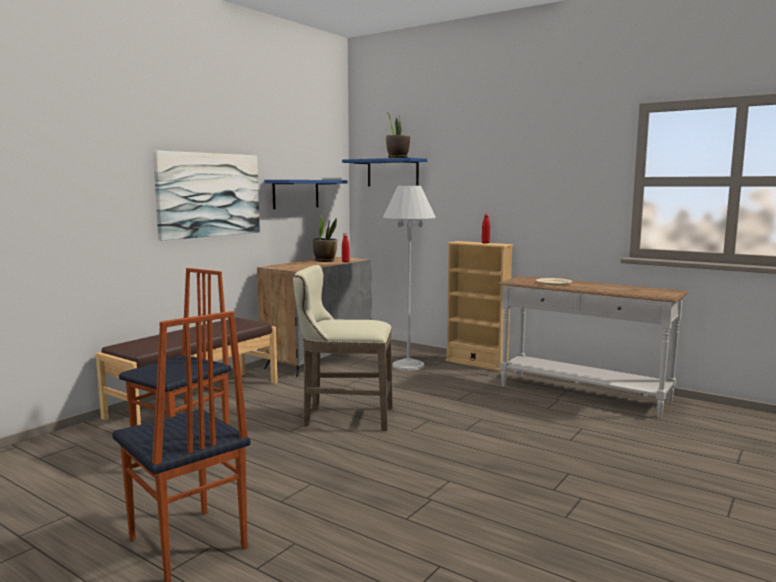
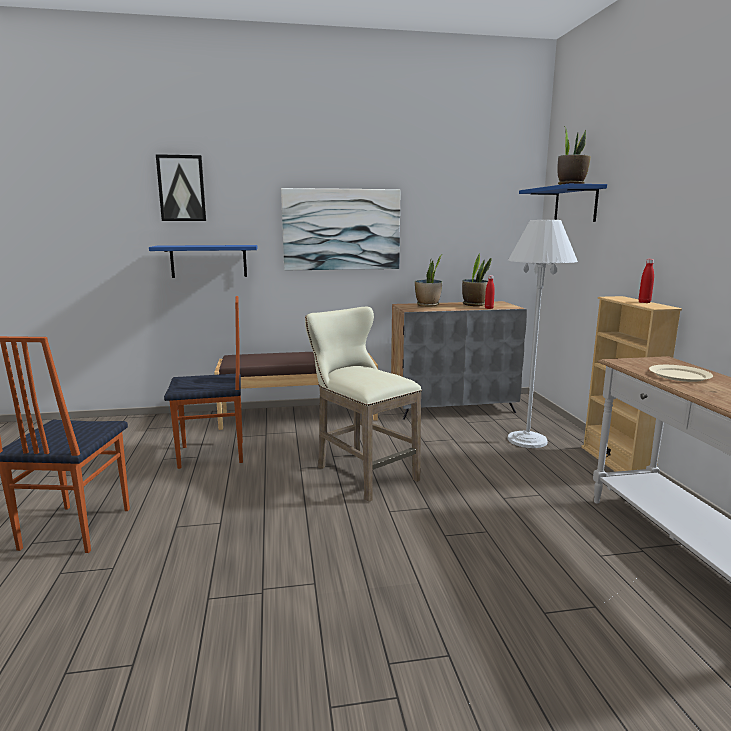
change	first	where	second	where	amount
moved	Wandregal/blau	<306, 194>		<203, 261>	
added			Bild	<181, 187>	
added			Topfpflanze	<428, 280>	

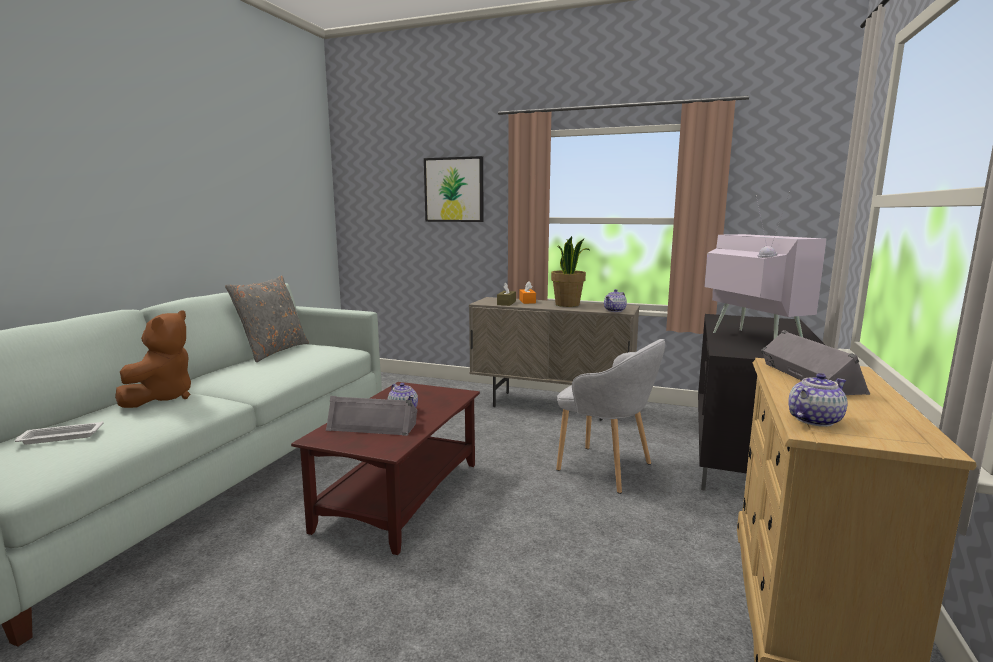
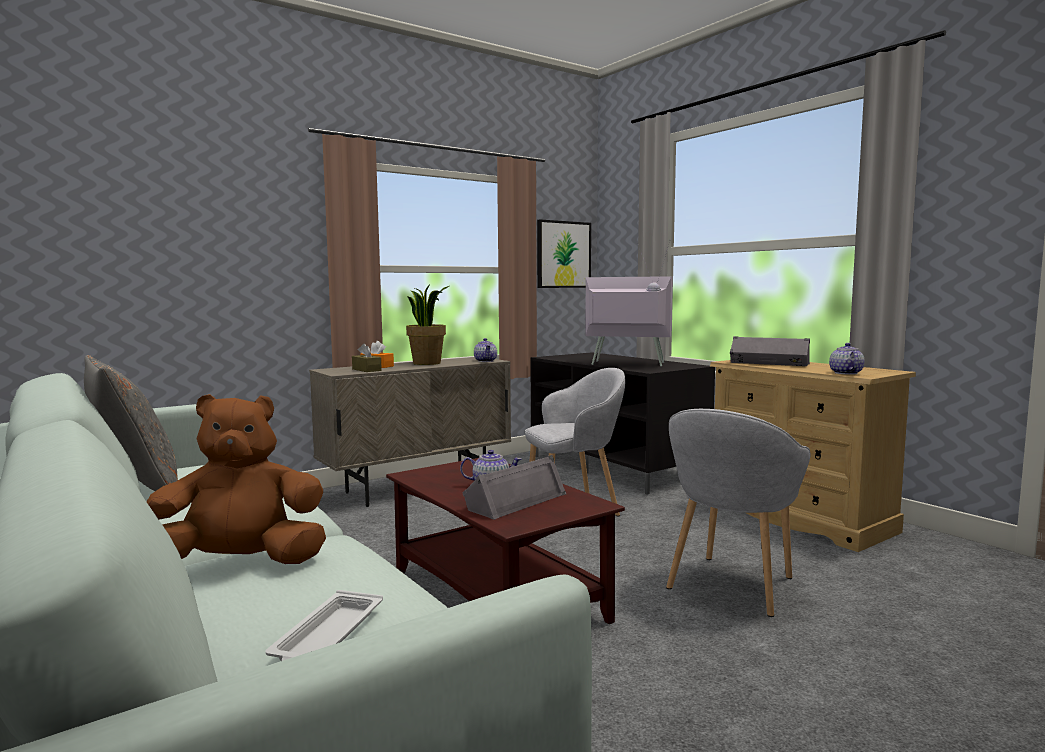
change	first	where	second	where	amount
moved	Bild	<454, 189>		<564, 253>	
turned	Plüschtier/braun	<153, 359>		<236, 479>	60 degrees counterclockwise
added			Sessel/grau	<738, 513>	

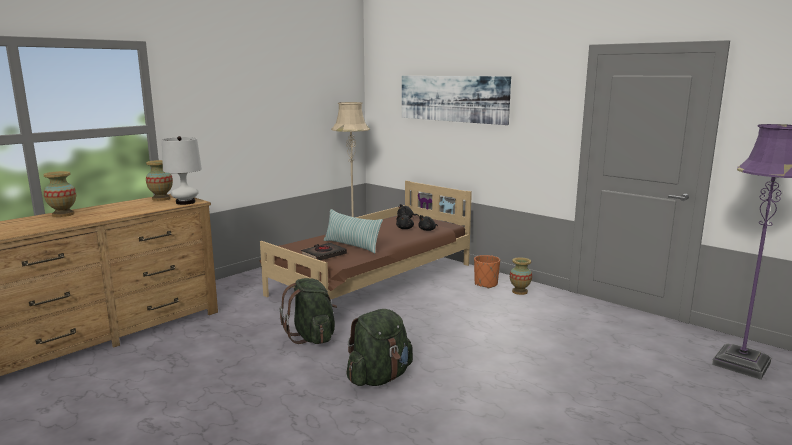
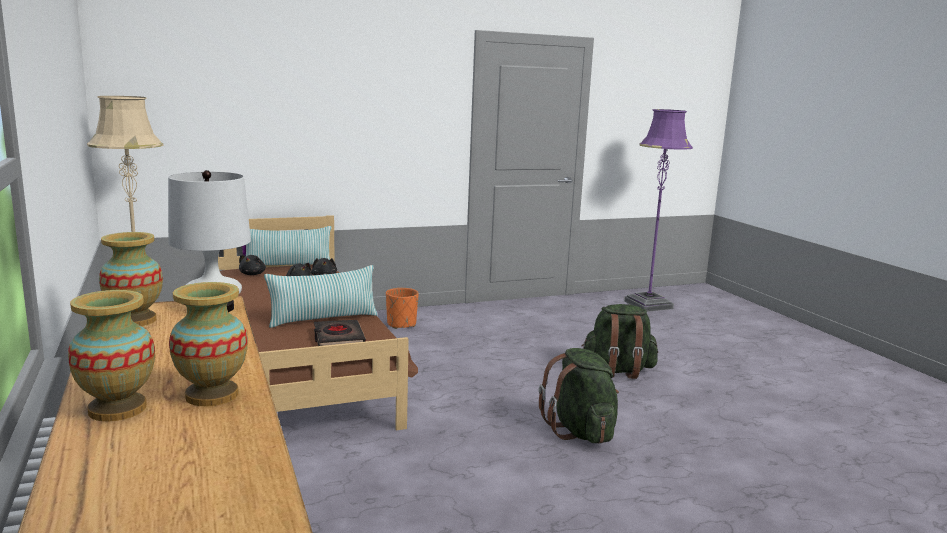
change	first	where	second	where	amount
removed	Bild	<456, 100>			
moved	Vase	<521, 276>		<208, 344>	
moved	Rucksack/grün	<308, 311>		<620, 341>	
added			Kissen	<288, 245>	

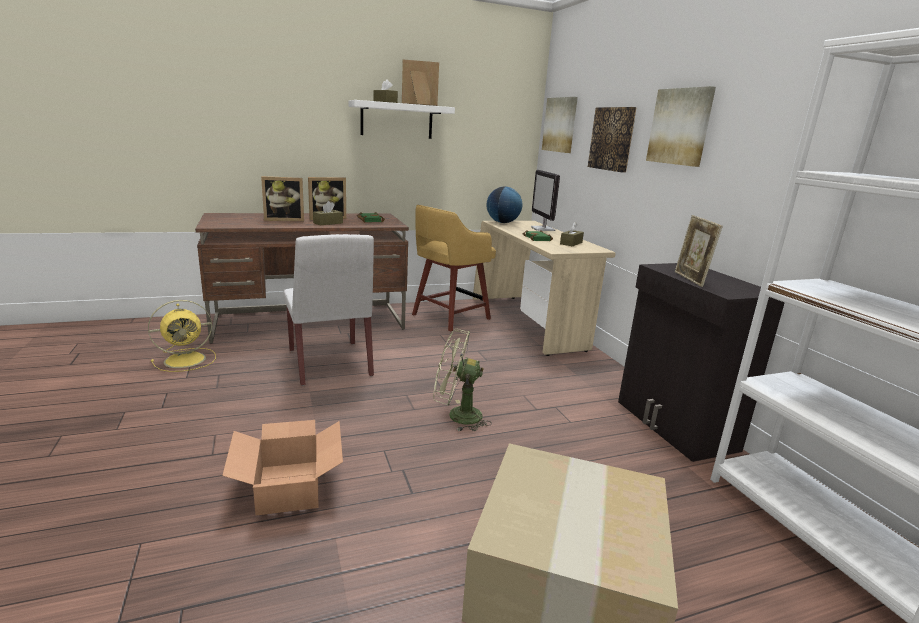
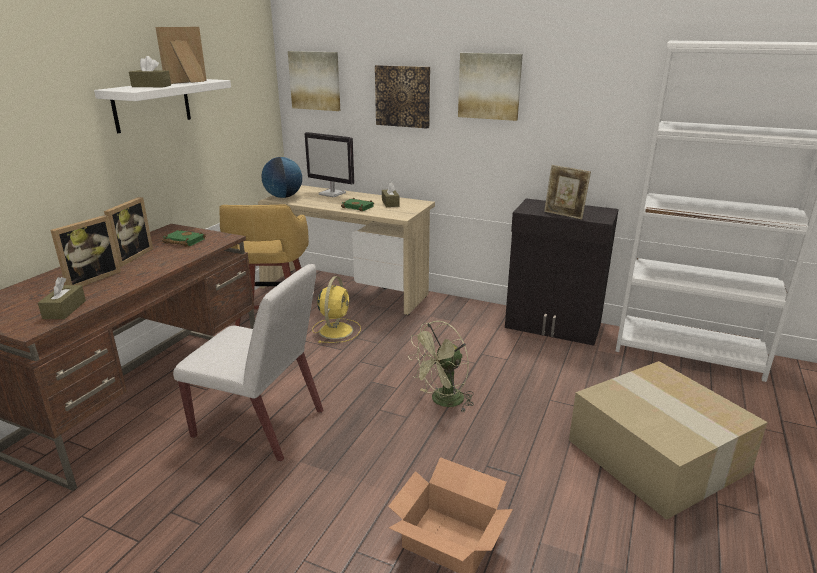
change	first	where	second	where	amount
moved	Taschentuchbox/braun	<328, 213>		<62, 298>	
moved	Ventilator/gelb	<182, 336>		<336, 309>	

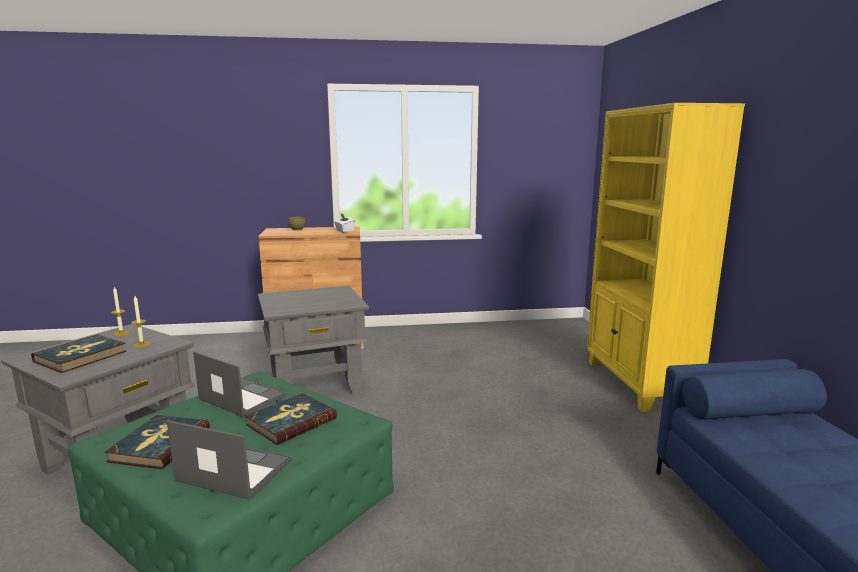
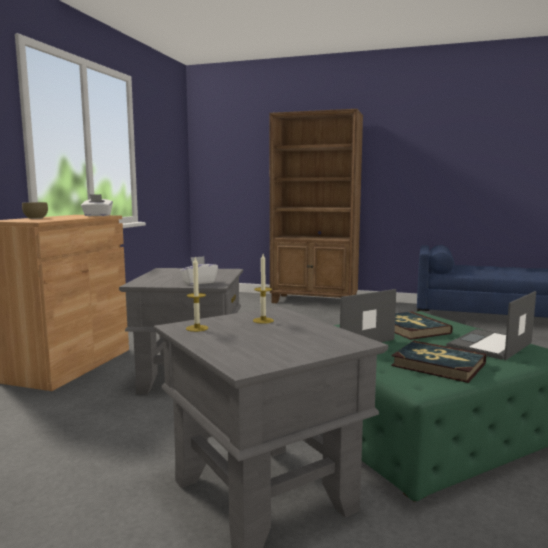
change	first	where	second	where	amount
recoloured	Bücherregal/gelb	<666, 257>	Bücherregal/braun	<316, 206>	
removed	Buch	<79, 353>			
added			Taschentuchbox/weiß	<199, 270>	

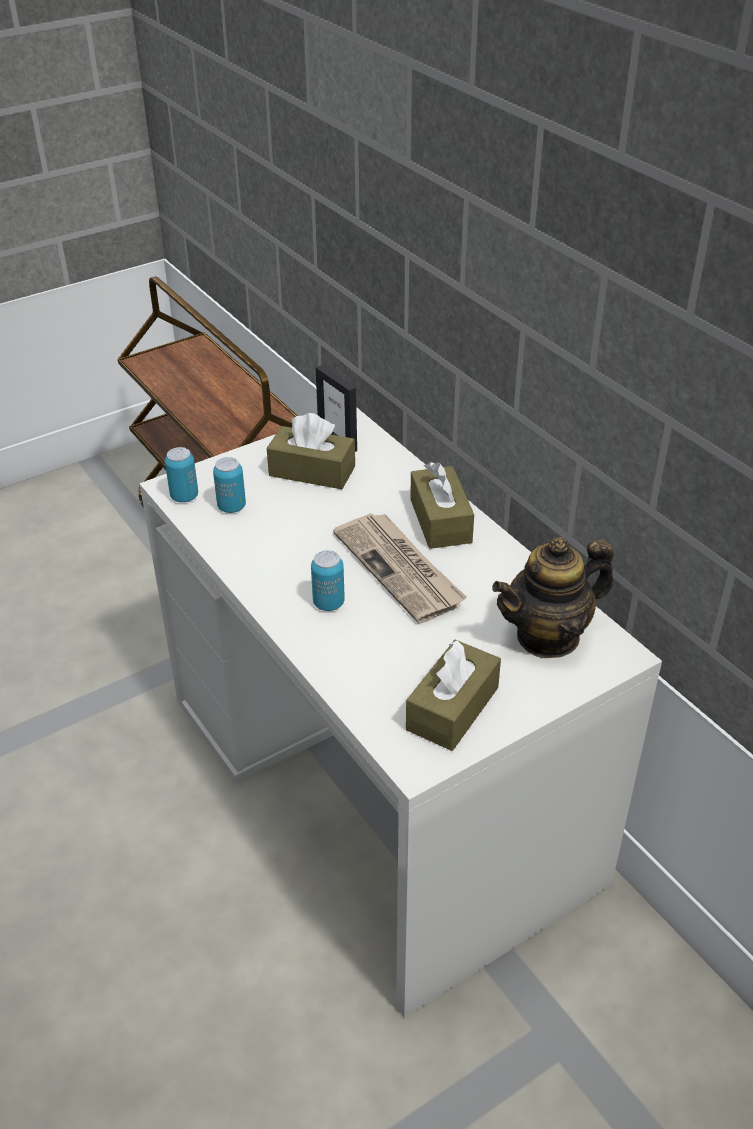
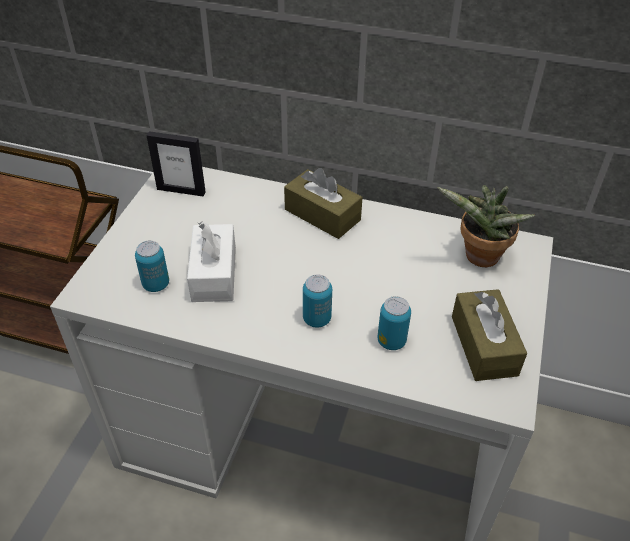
change	first	where	second	where	amount
removed	Taschentuchbox/braun	<311, 451>			
moved	Dose	<181, 474>		<394, 323>	
removed	Zeitung	<400, 569>			
replaced	Teekanne	<553, 597>	Topfpflanze	<486, 226>	
added			Taschentuchbox/weiß	<211, 262>	

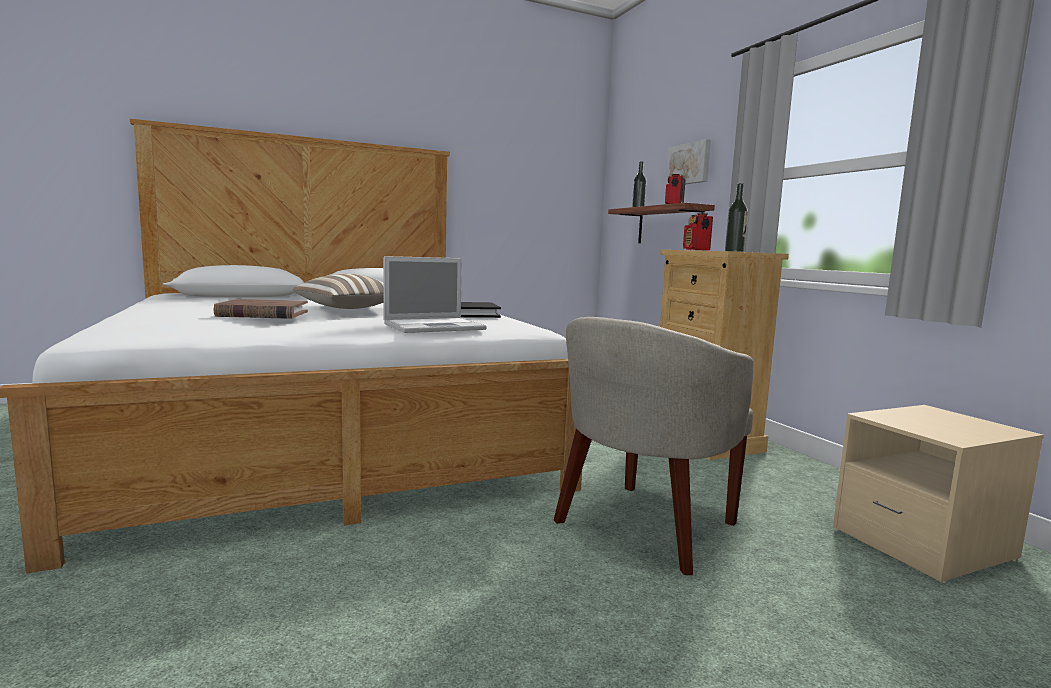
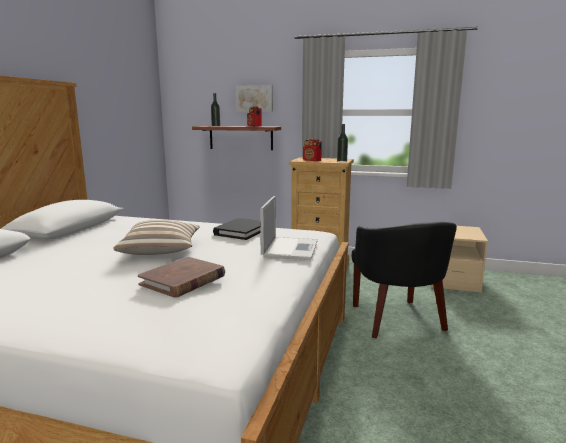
change	first	where	second	where	amount
recoloured	Sessel/beige	<654, 446>	Sessel/schwarz	<404, 280>	

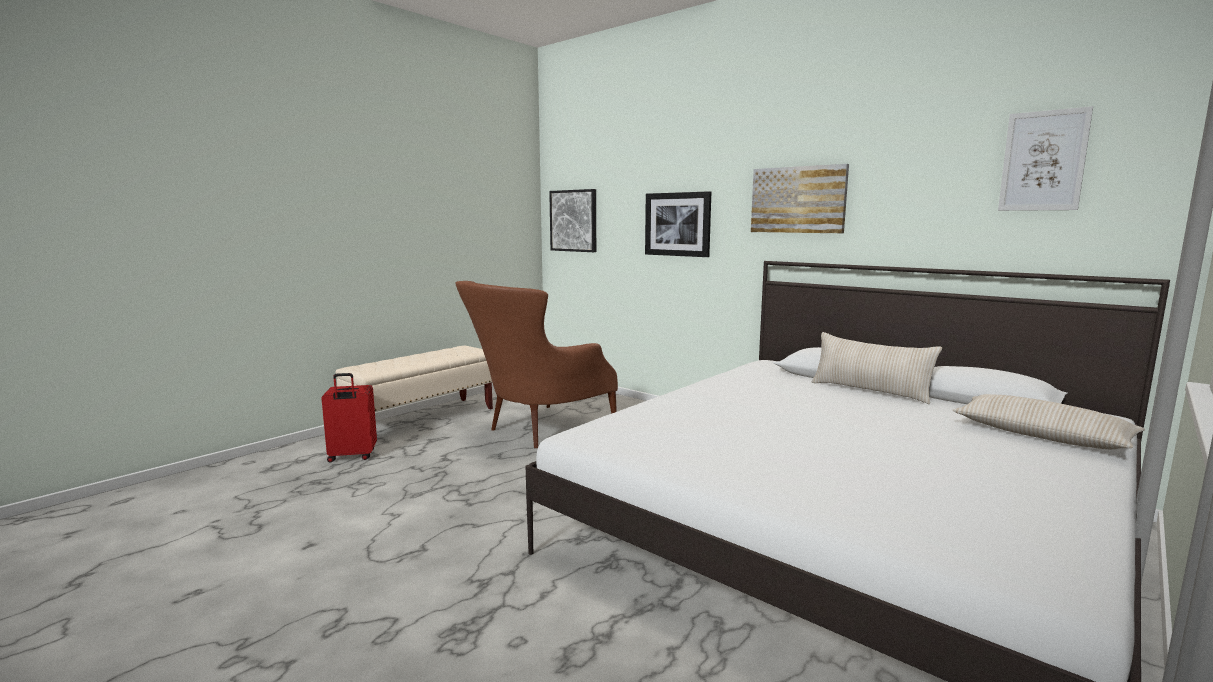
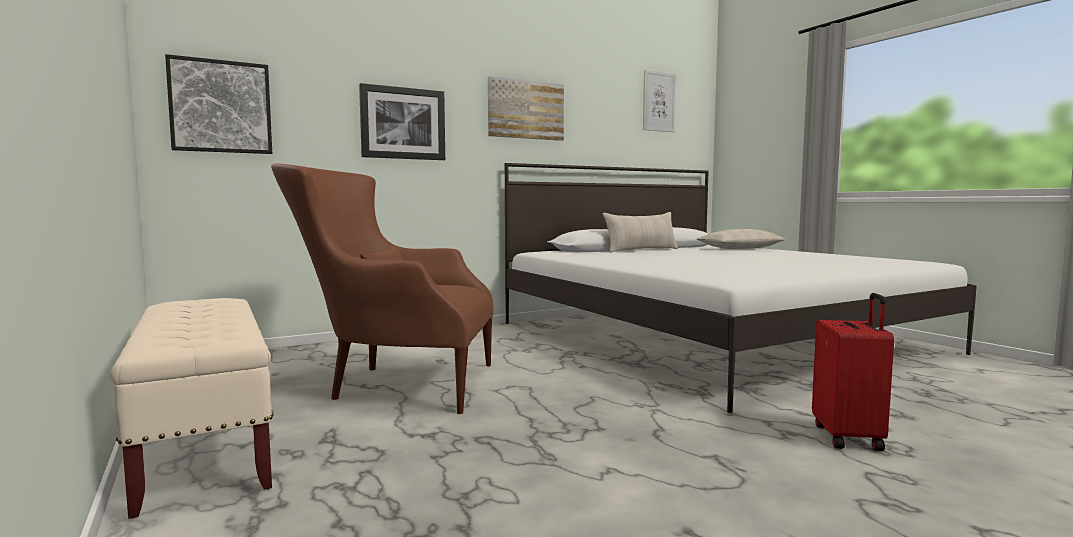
change	first	where	second	where	amount
turned	Sessel/braun	<537, 364>		<382, 288>	120 degrees clockwise
moved	Koffer/rot	<349, 418>		<853, 372>	

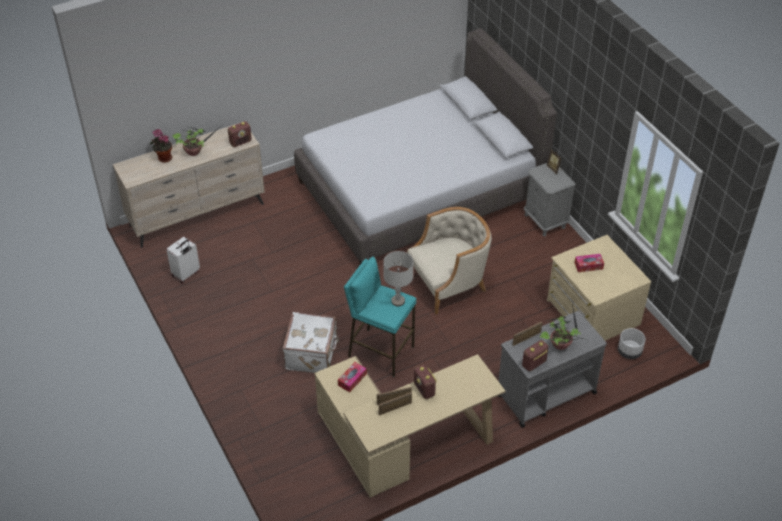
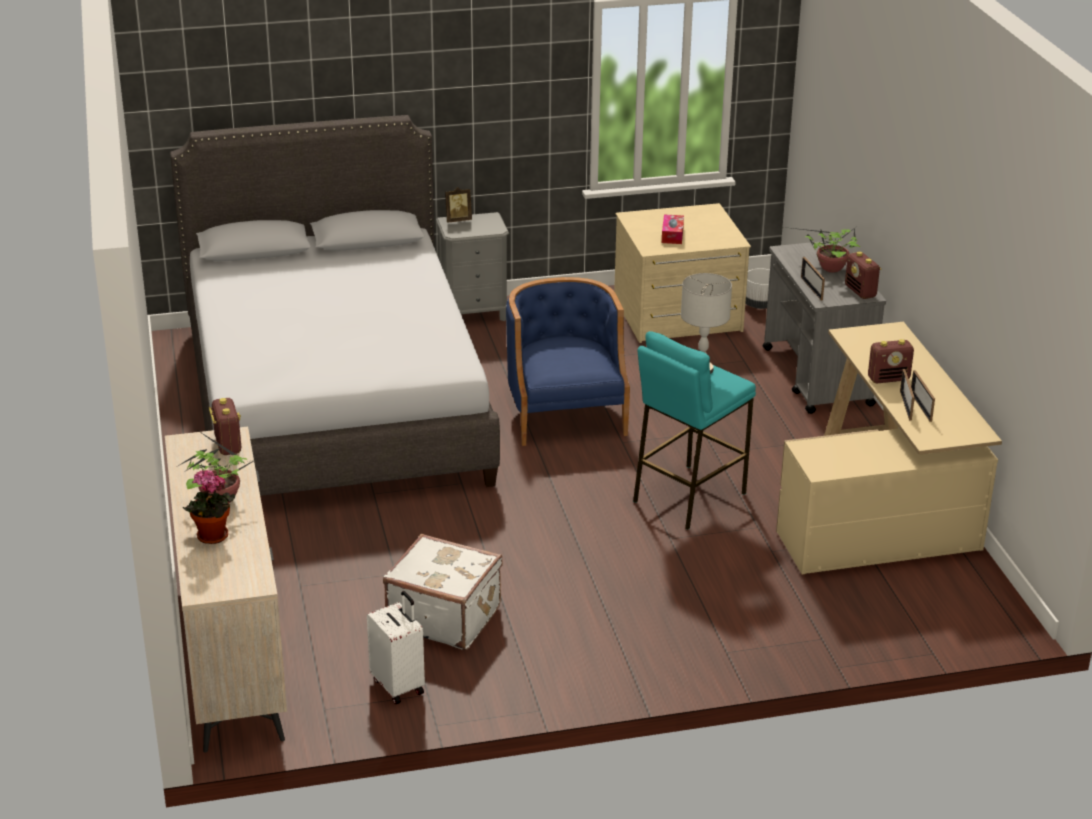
change	first	where	second	where	amount
recoloured	Sessel/beige	<449, 260>	Sessel/blau	<568, 361>	
moved	Koffer/weiß	<310, 342>		<443, 592>	
removed	Taschentuchbox	<352, 377>			

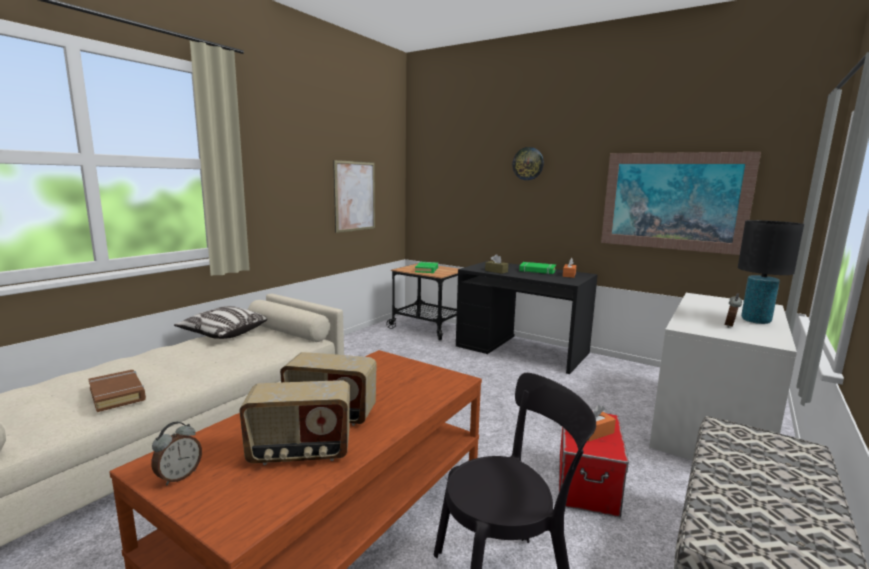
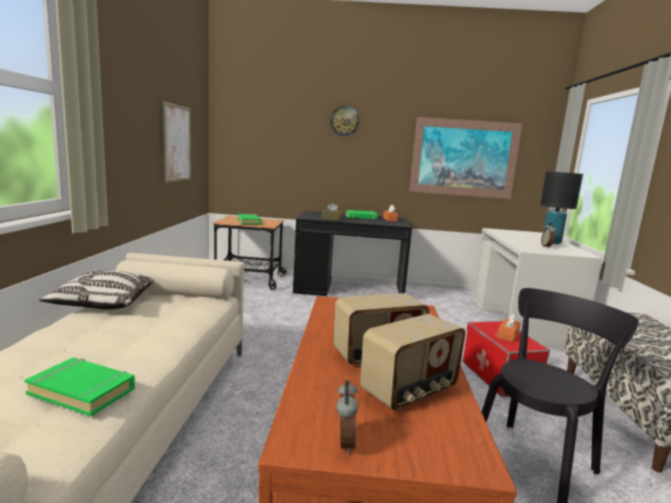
change	first	where	second	where	amount
recoloured	Buch/braun	<117, 391>	Buch/grün	<80, 387>	

